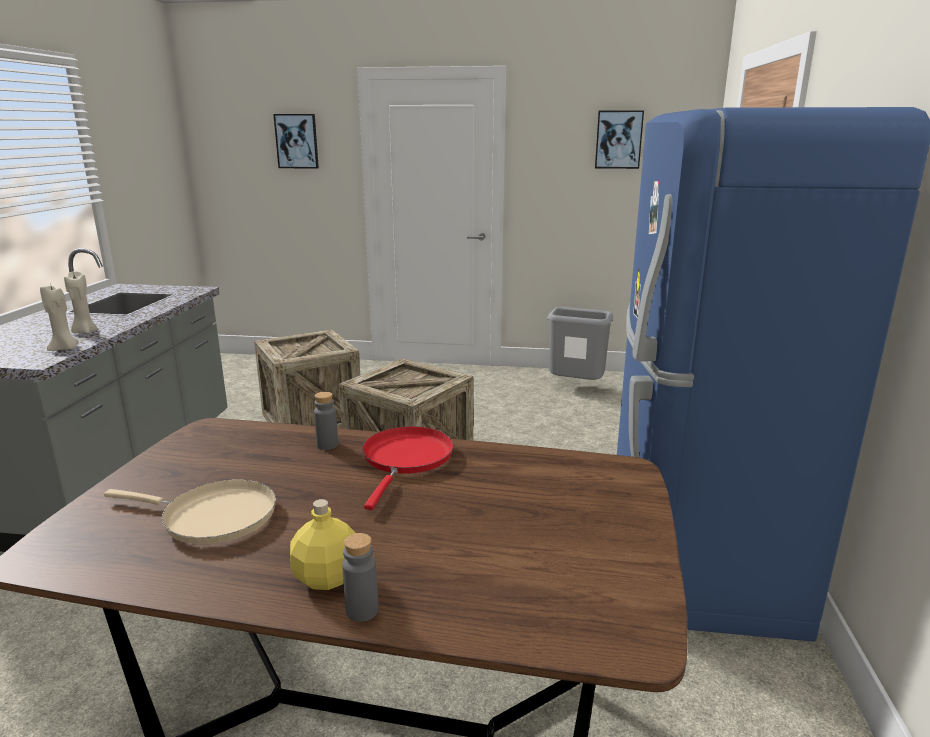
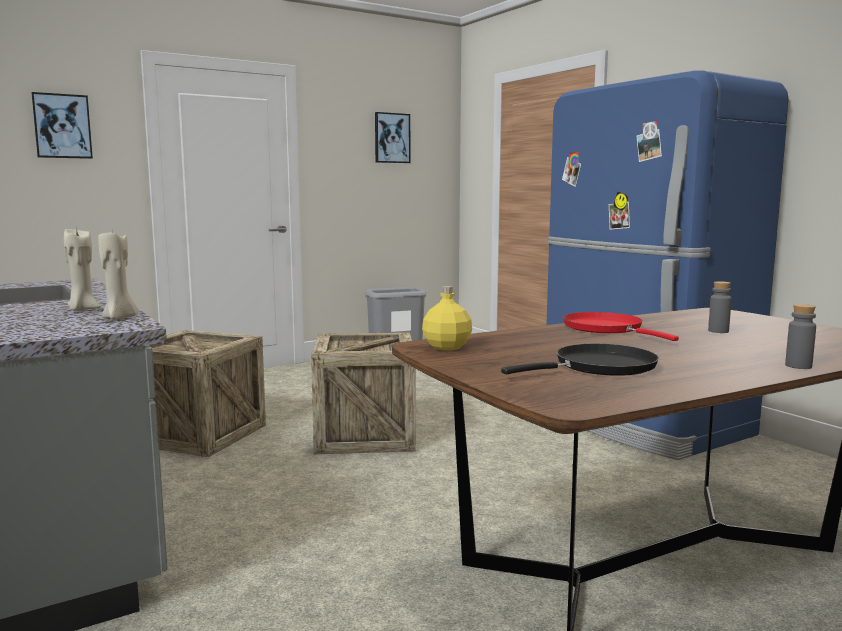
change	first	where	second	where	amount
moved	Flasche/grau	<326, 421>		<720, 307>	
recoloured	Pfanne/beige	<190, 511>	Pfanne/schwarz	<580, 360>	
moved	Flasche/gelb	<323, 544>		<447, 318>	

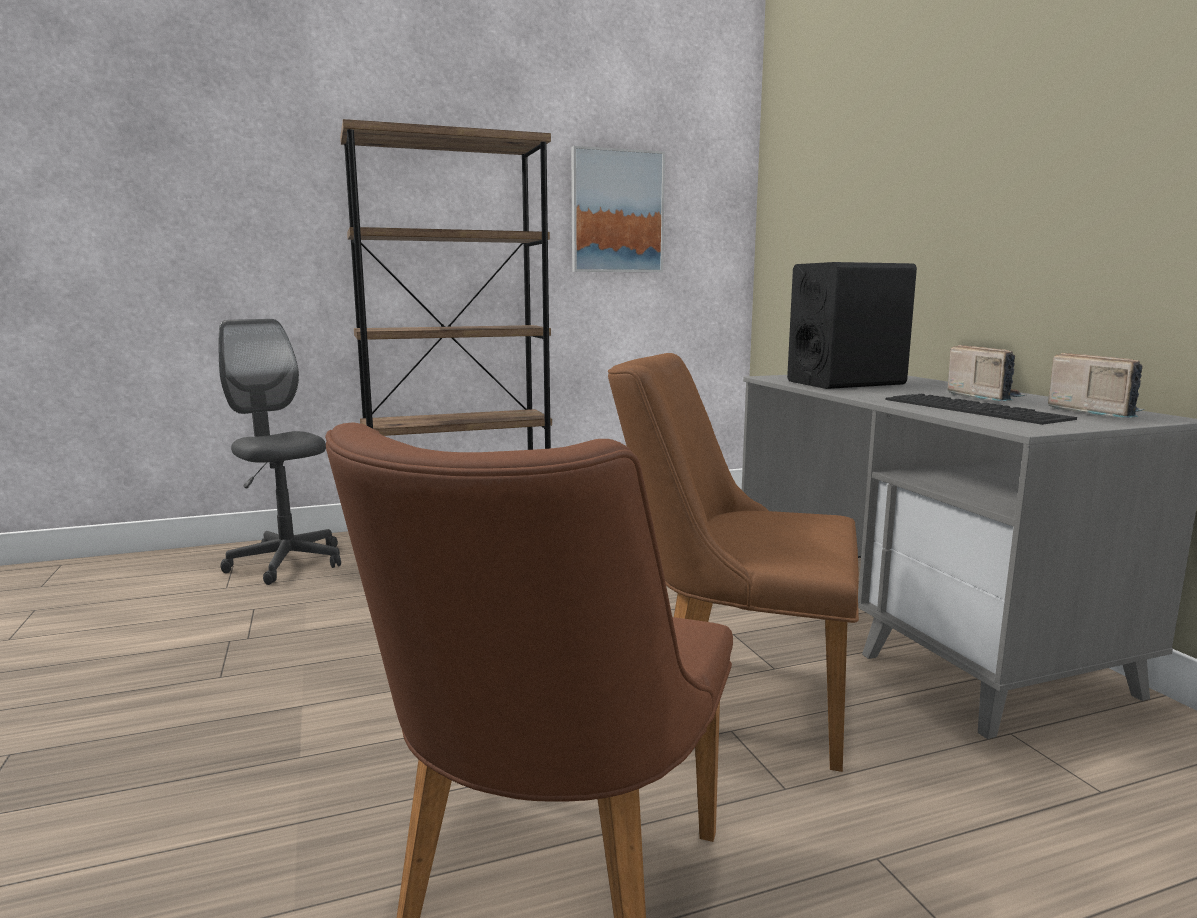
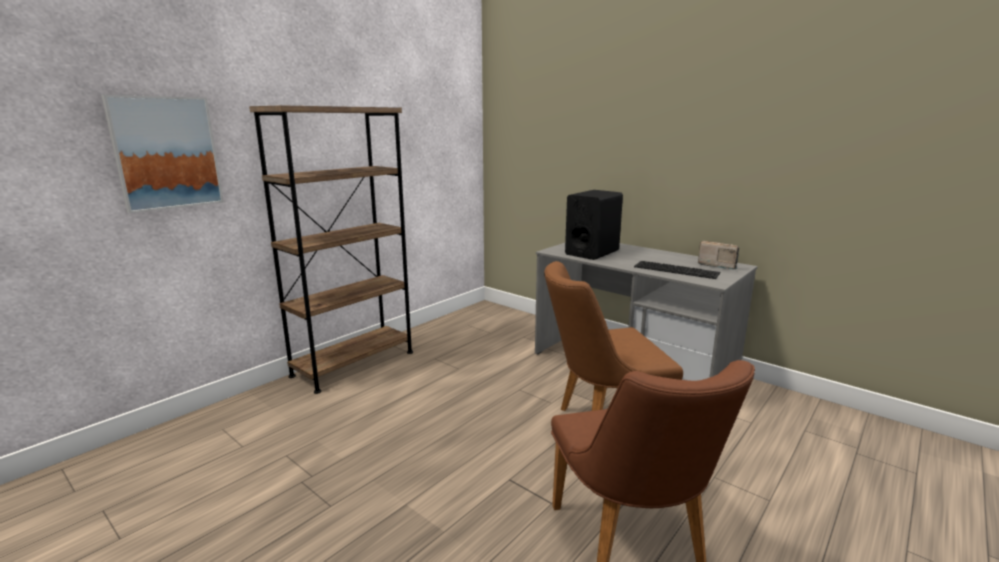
change	first	where	second	where	amount
moved	Bild	<618, 209>		<162, 154>	
removed	Bürostuhl/grau	<280, 452>			
removed	Radio	<986, 373>			

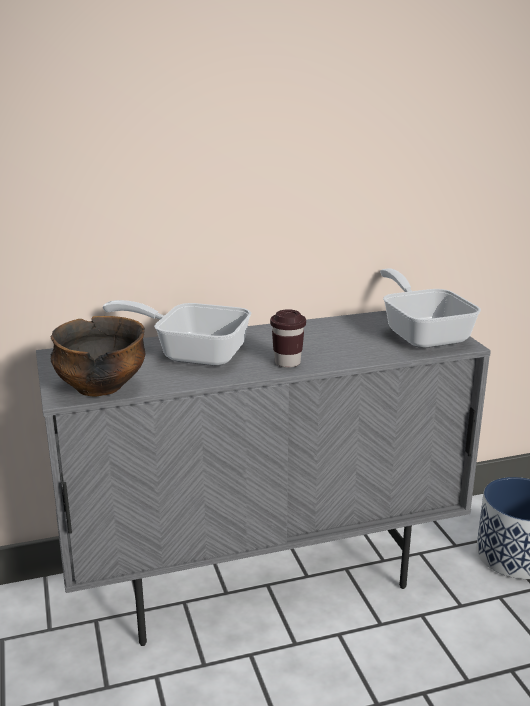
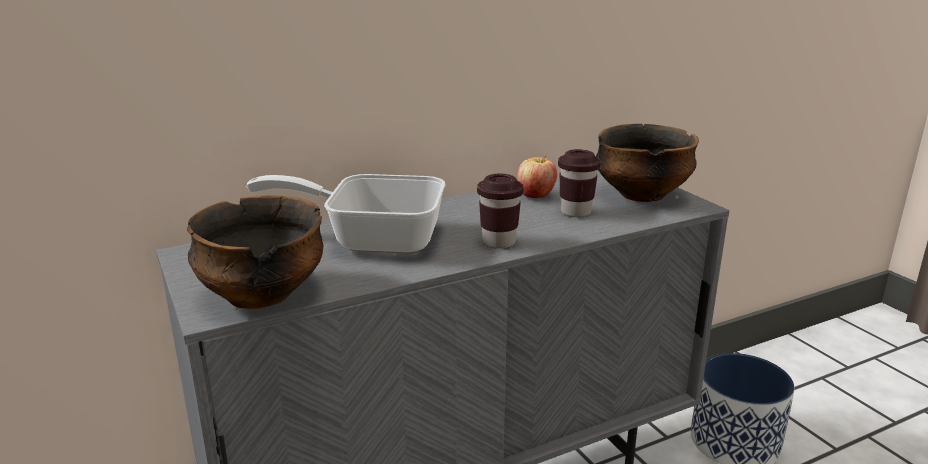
change	first	where	second	where	amount
replaced	Pfanne	<430, 308>	Schüssel	<647, 163>	
added			Tasse/braun	<579, 183>	
added			Apfel	<537, 176>	

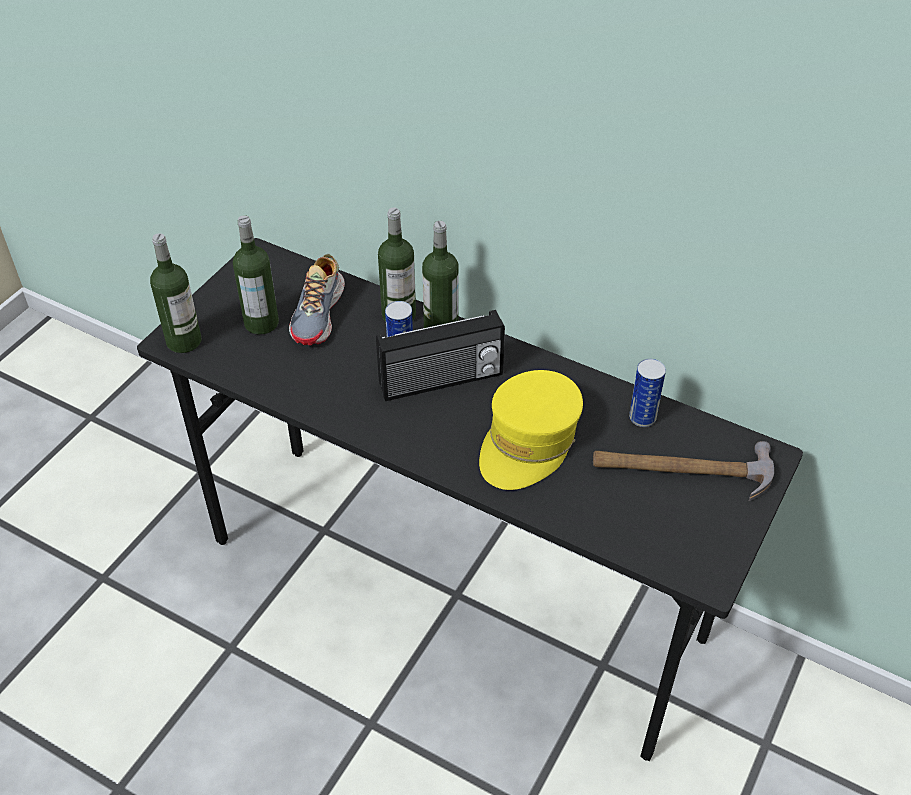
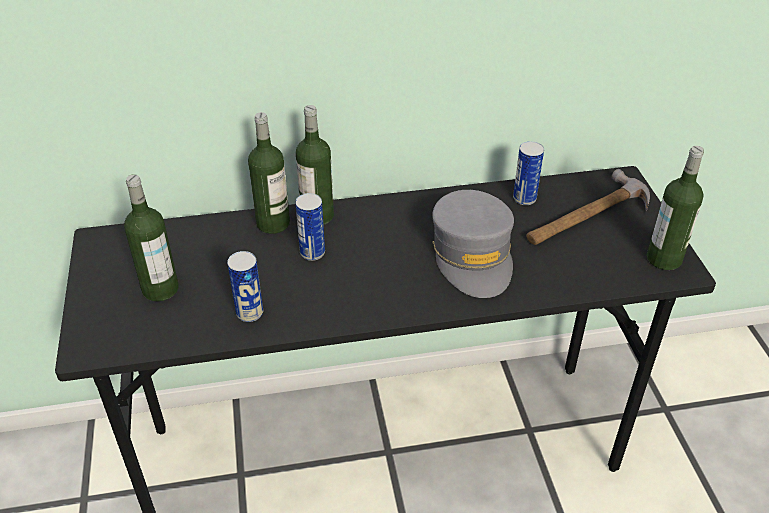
change	first	where	second	where	amount
moved	Flasche	<175, 293>		<675, 208>	
removed	Schuh	<317, 299>			
removed	Radio	<440, 355>			
recoloured	Kappe/gelb	<531, 430>	Kappe/grau	<473, 244>	
added			Dose	<245, 286>	

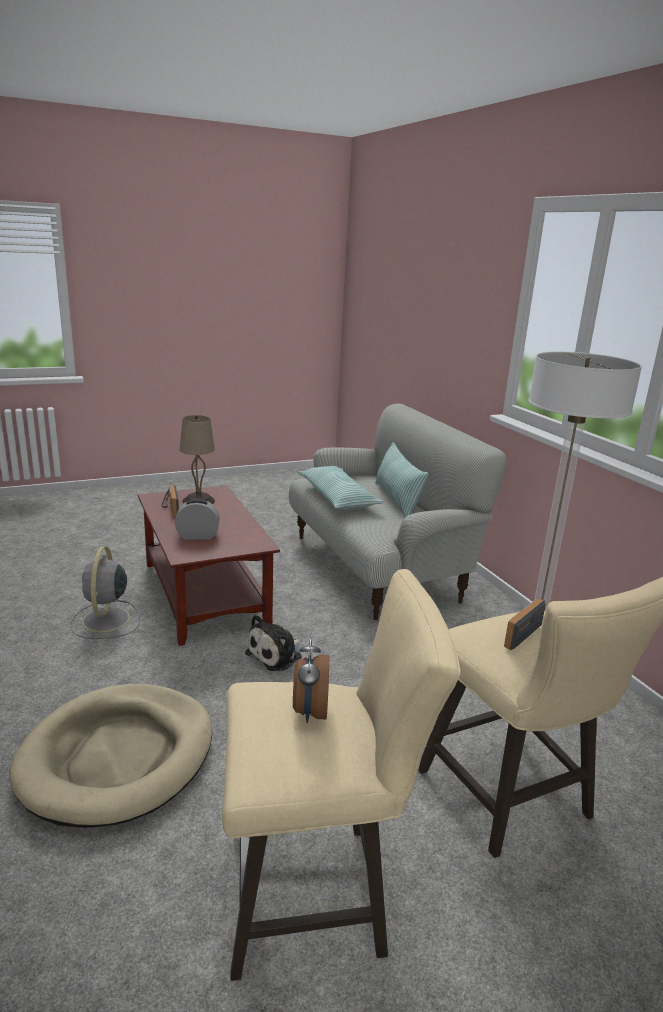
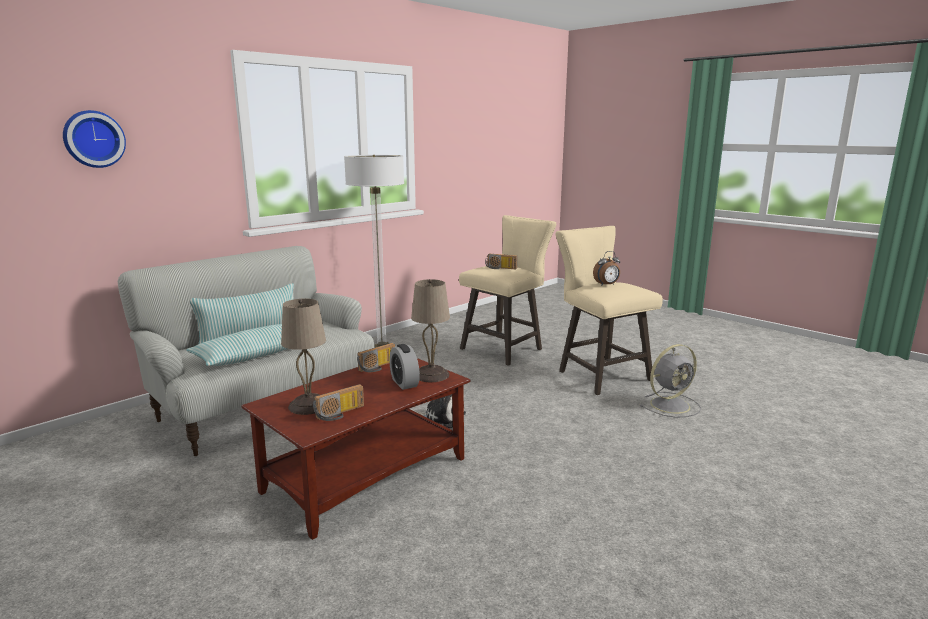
change	first	where	second	where	amount
moved	Ventilator/grau	<105, 593>		<670, 381>	
removed	Hundebett/beige	<111, 756>			
added			Wanduhr	<94, 139>	
added			Tischlampe/beige	<430, 330>	
added			Radio	<376, 357>	

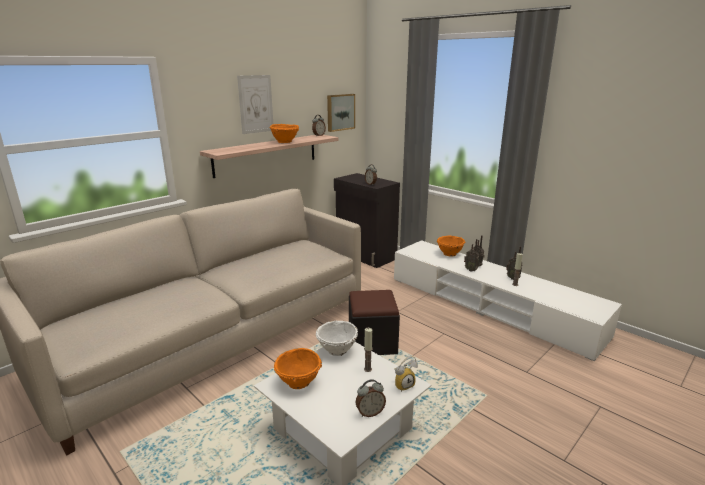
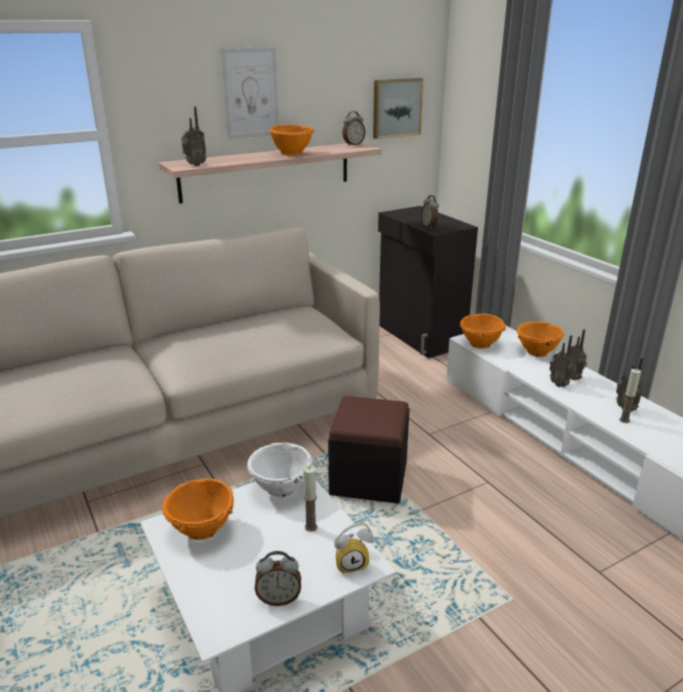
change	first	where	second	where	amount
added			Radio	<194, 136>	
added			Schüssel/orange	<483, 331>	

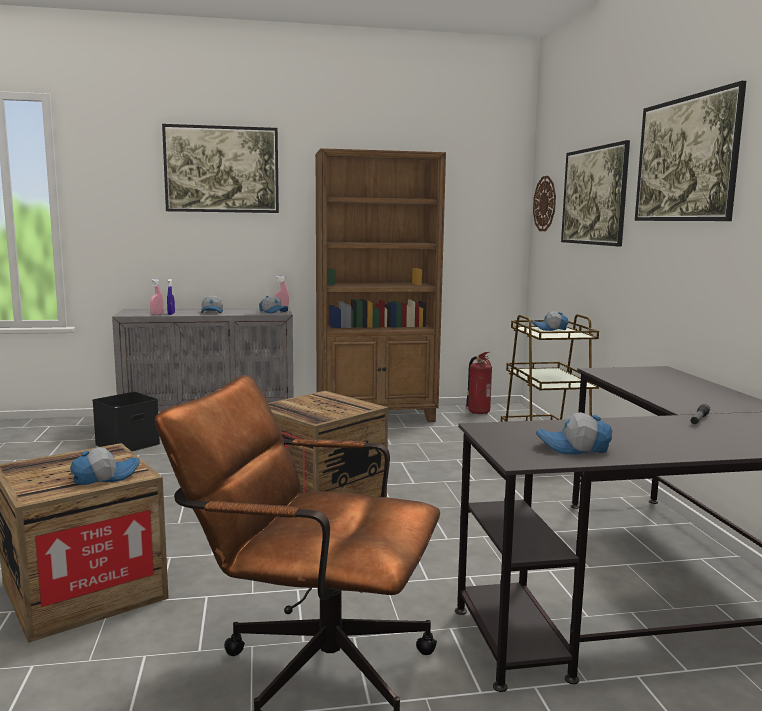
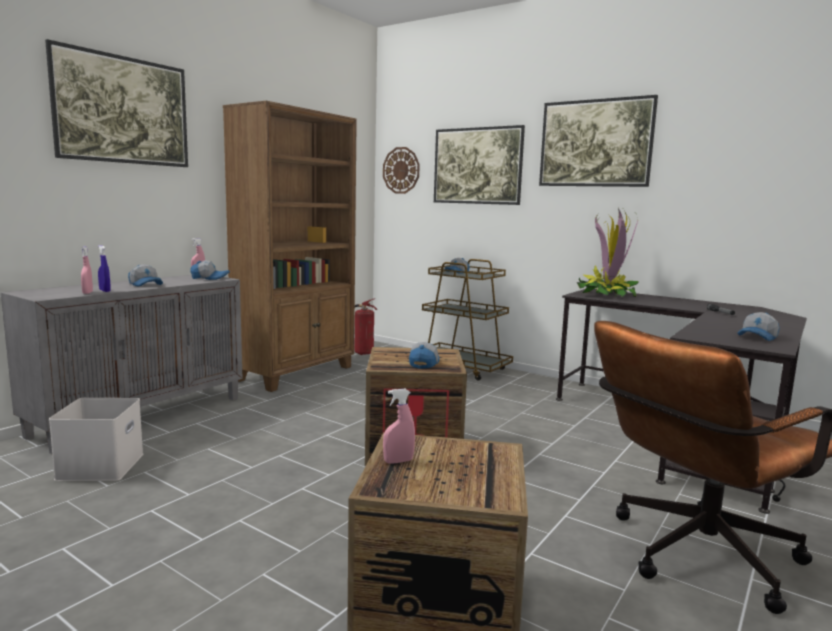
change	first	where	second	where	amount
recoloured	Aufbewahrungsbox/schwarz	<126, 421>	Aufbewahrungsbox/weiß	<96, 439>	
moved	Kappe	<105, 466>		<424, 355>	
added			Topfpflanze	<608, 252>	
added			Sprühflasche/rosa	<399, 426>	

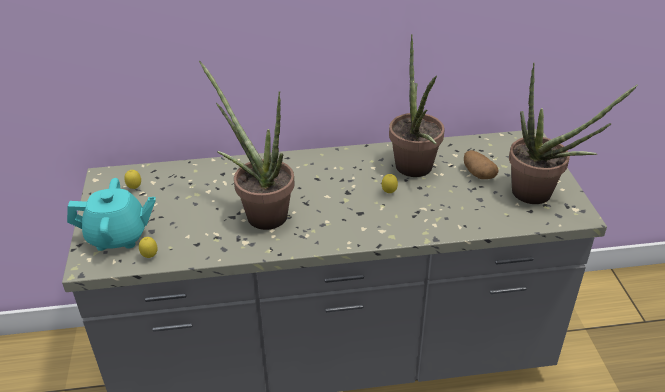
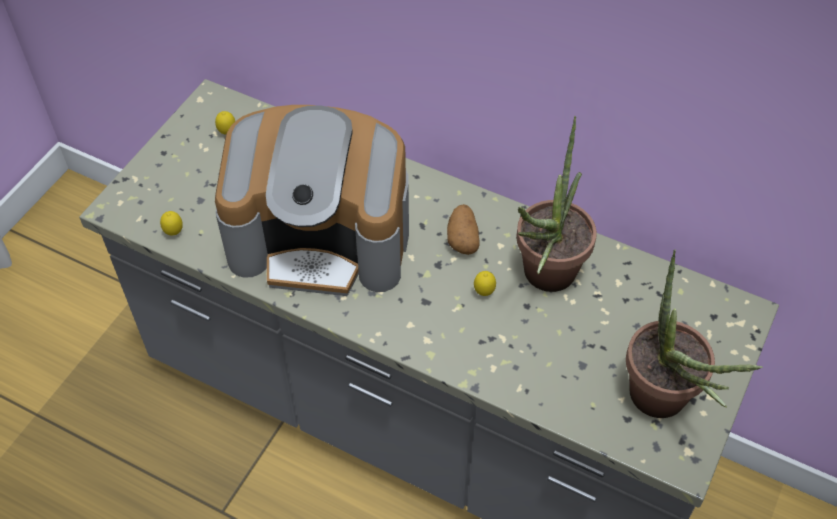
change	first	where	second	where	amount
replaced	Topfpflanze	<247, 145>	Kaffeemaschine	<312, 200>	
moved	Kartoffel	<481, 164>		<463, 229>	
removed	Teekanne/türkis	<111, 214>			

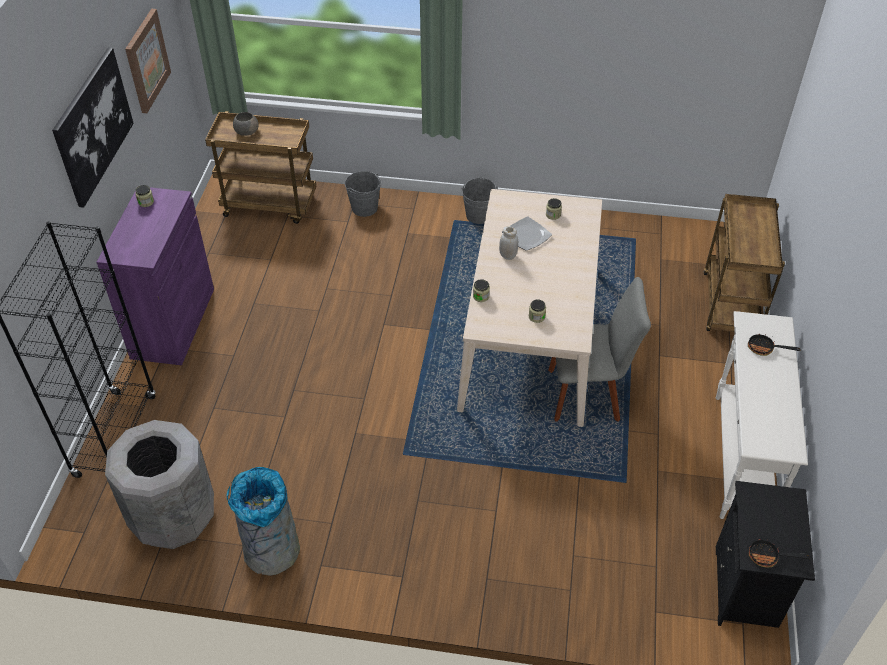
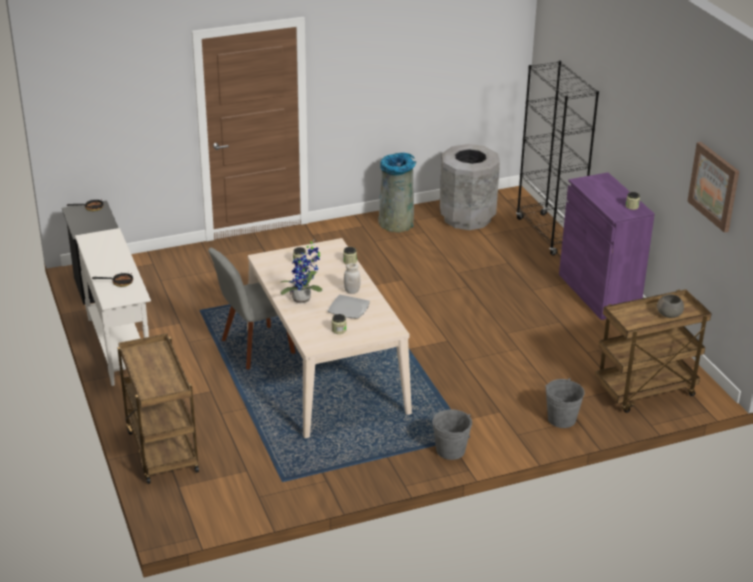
change	first	where	second	where	amount
removed	Bild	<93, 128>			
added			Topfpflanze	<301, 271>	

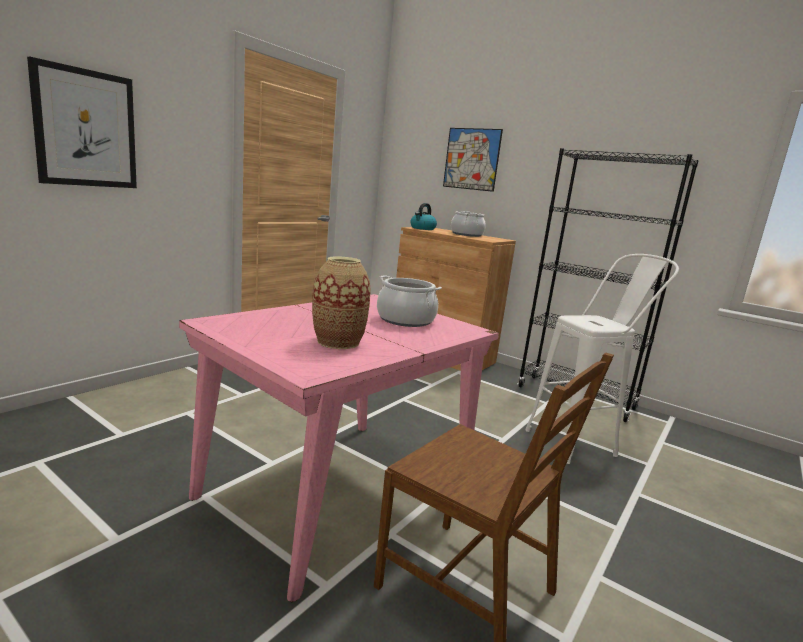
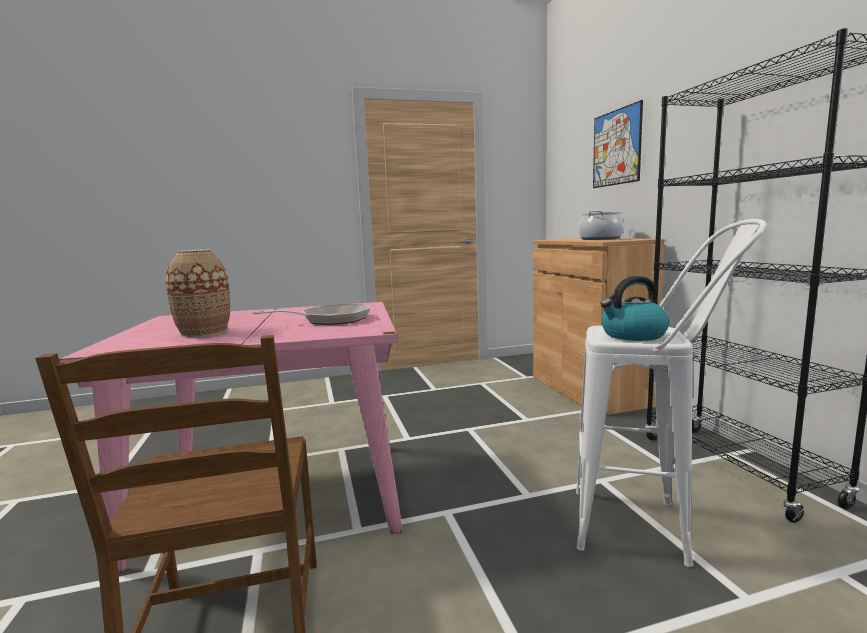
change	first	where	second	where	amount
removed	Bild	<82, 122>			
moved	Wasserkessel	<423, 216>		<634, 308>	
replaced	Kochtopf	<409, 301>	Pfanne	<311, 314>	

